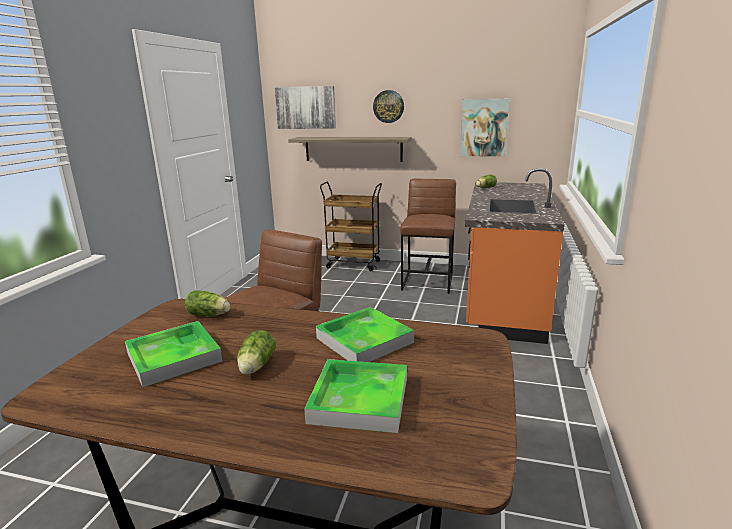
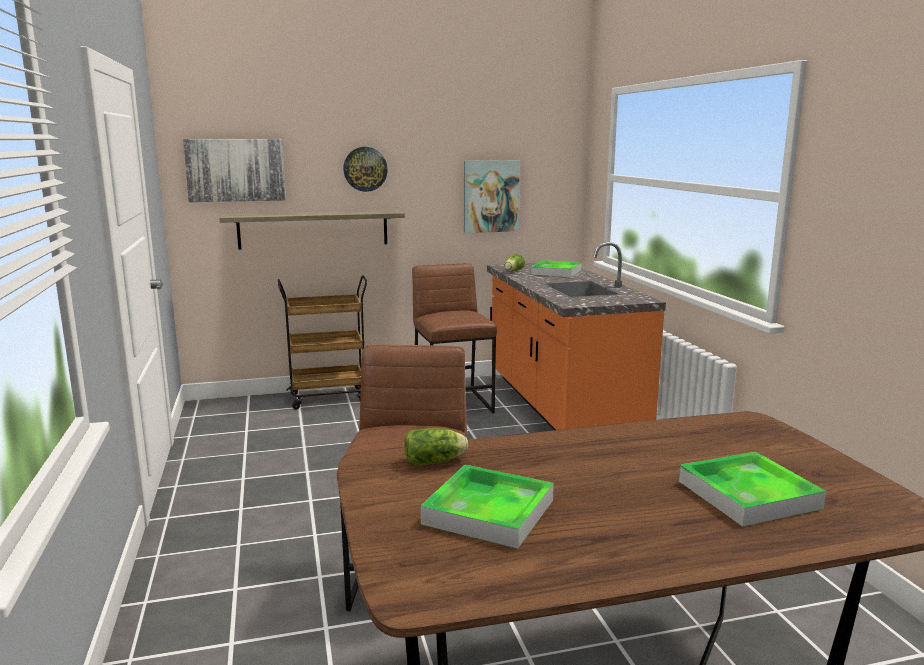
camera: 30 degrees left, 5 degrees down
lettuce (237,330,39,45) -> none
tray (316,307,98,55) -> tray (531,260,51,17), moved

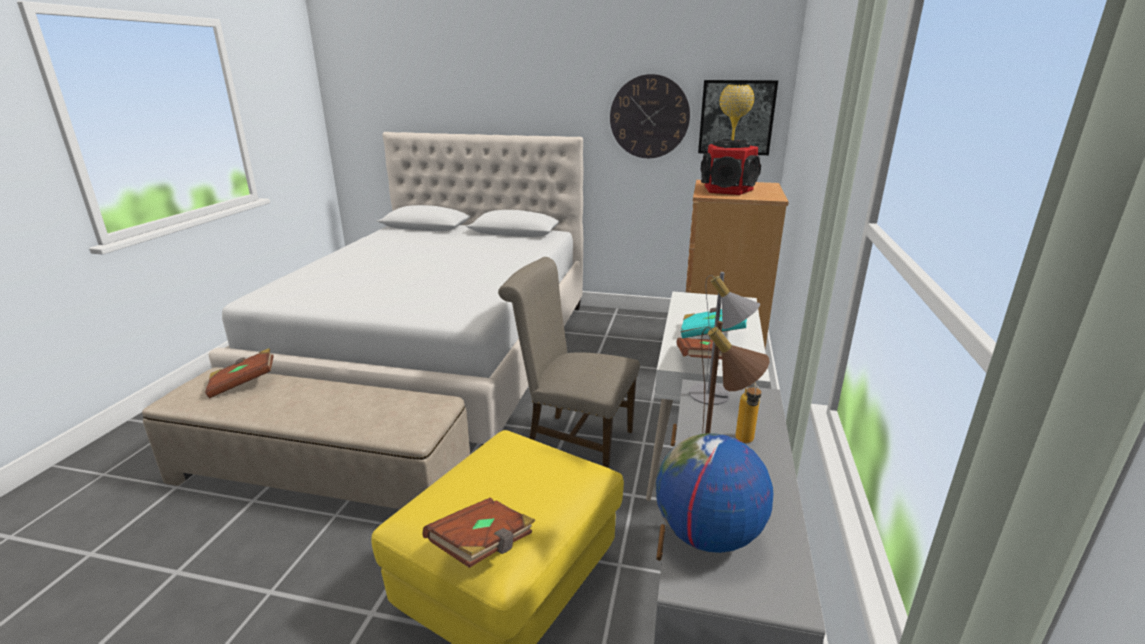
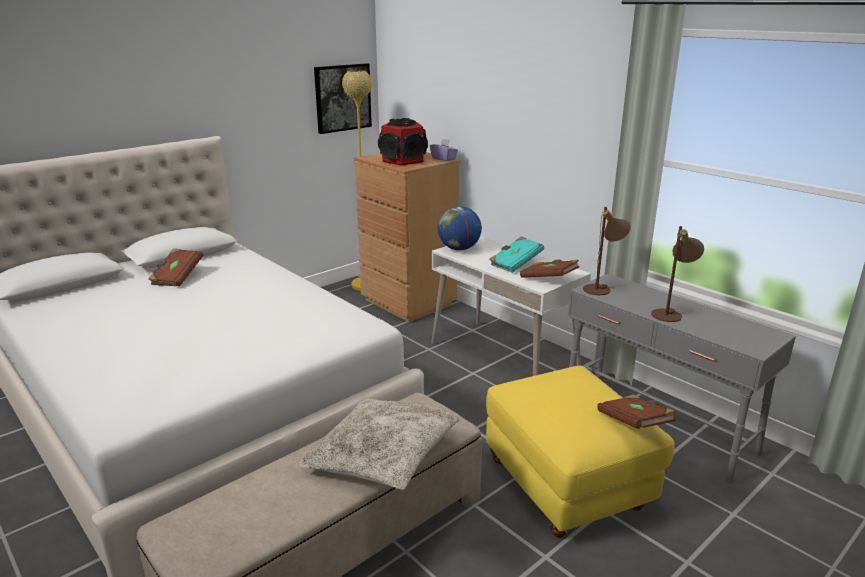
camera: 55 degrees left, 0 degrees up
book (brown) (205,348,69,50) -> book (brown) (148,248,55,39), moved
chair (beige) (498,257,142,211) -> none
wall clock (610,74,80,84) -> none
globe (656,433,117,120) -> globe (438,206,44,44), moved
table lamp (grey) (689,272,71,133) -> table lamp (brown) (583,207,48,88)
bottle (735,382,27,61) -> none
none -> pillow (beige) (300,399,160,91)
none -> tissue box (purple) (430,138,28,23)

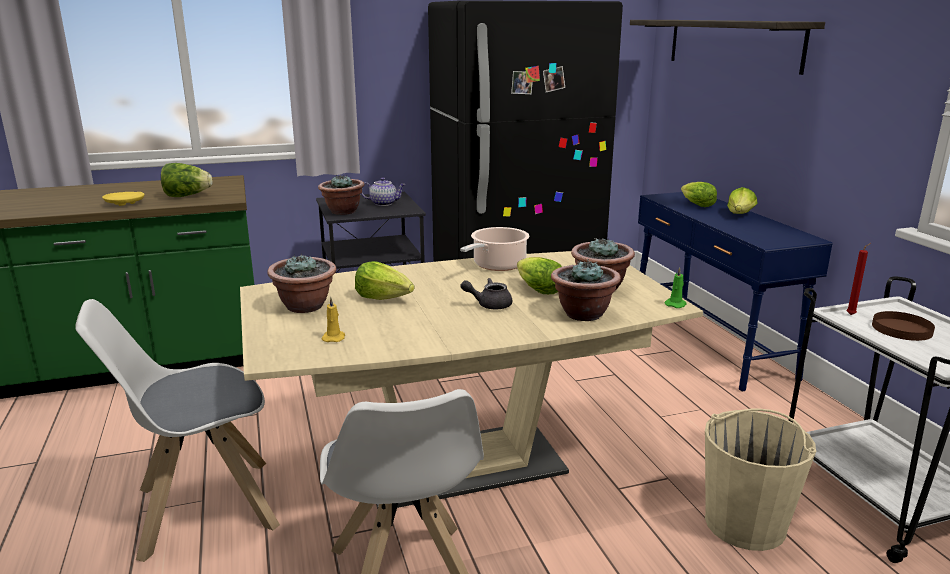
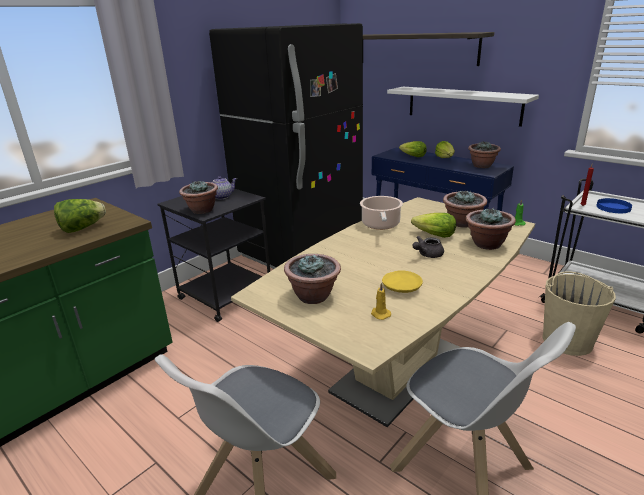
camera: 30 degrees left, 5 degrees up
plate (yellow) (102,192,42,14) -> plate (yellow) (382,270,41,23), moved
lettuce (355,261,60,39) -> none
plate (brown) (872,311,63,30) -> plate (blue) (596,198,36,15)
none -> shelf (white) (387,87,152,40)
none -> potted plant (468,142,33,26)

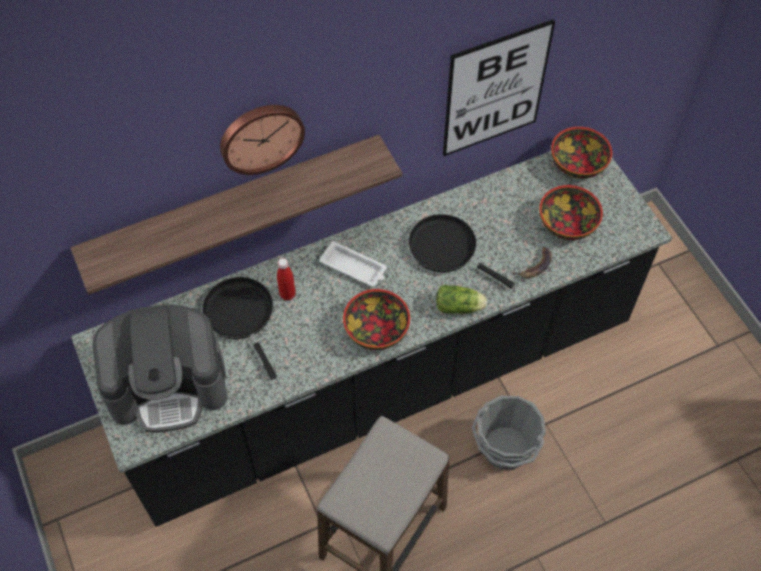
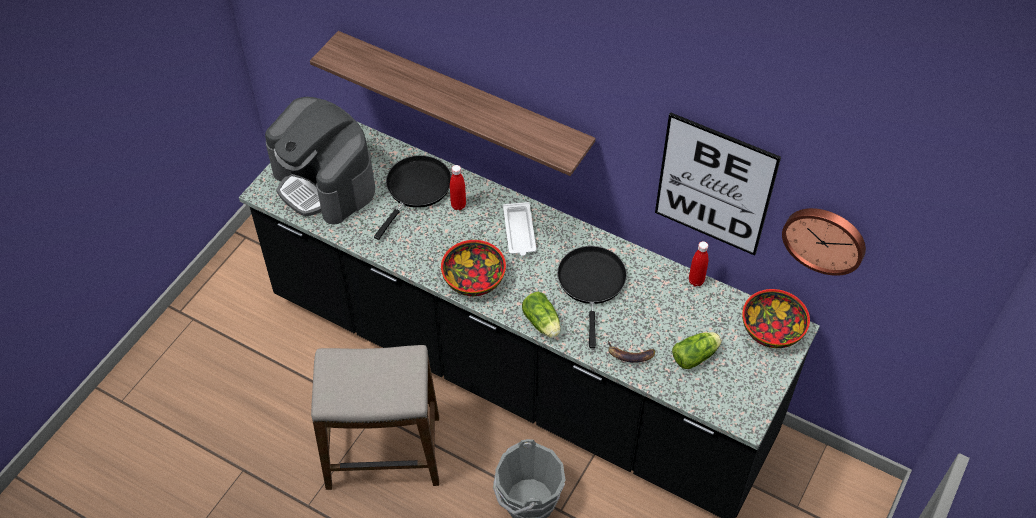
camera: 55 degrees right, 5 degrees down
wall clock (220,105,85,70) -> wall clock (782,208,84,68), moved
bowl (539,185,64,55) -> lettuce (672,332,50,37)
none -> bottle (red) (689,241,19,45)

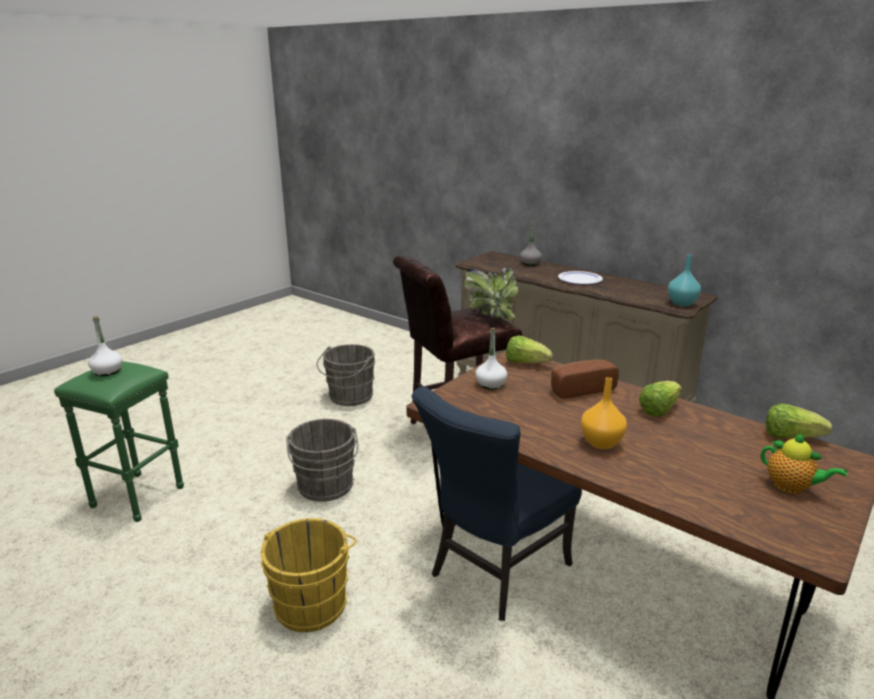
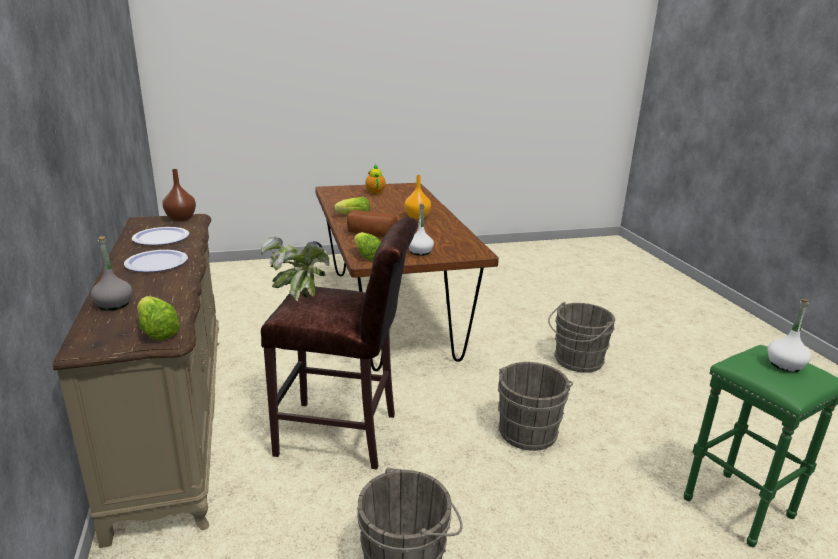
camera: 145 degrees left, 0 degrees up
bucket (yellow) (261,518,96,114) -> bucket (grey) (548,302,67,71)
chair (blue) (411,387,171,234) -> none
vase (turquoise) (668,254,33,52) -> vase (brown) (162,169,34,52)
lettuce (766,403,66,35) -> lettuce (137,296,43,44), moved
none -> plate (132,227,58,18)

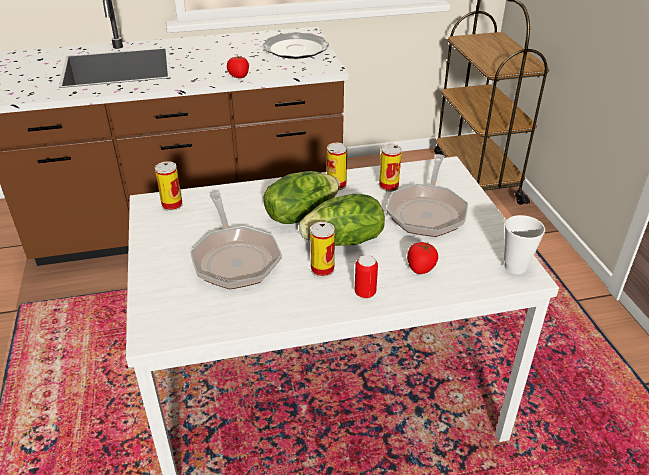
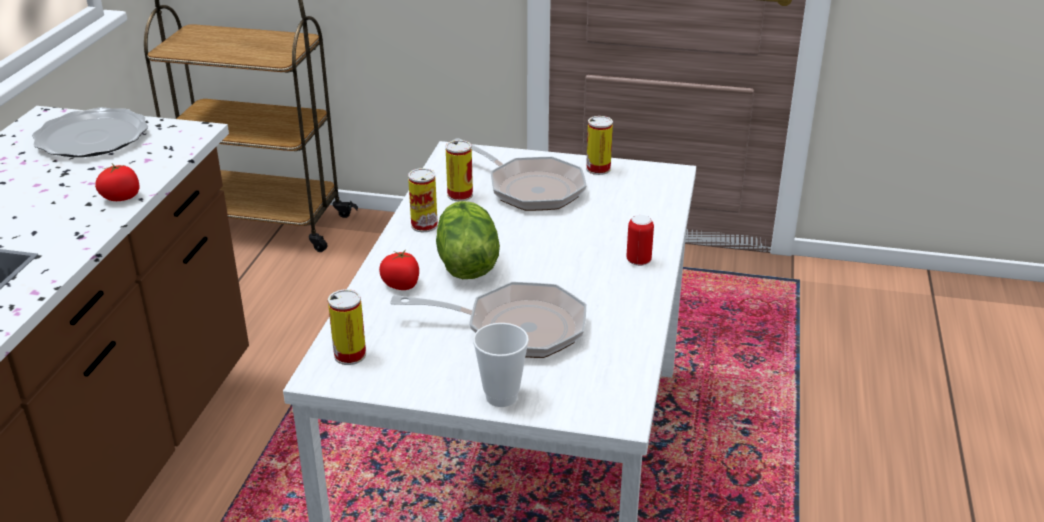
camera: 65 degrees left, 5 degrees down
lettuce (299,194,86,52) -> none
can (310,222,25,55) -> can (586,116,27,59), moved
tomato (407,242,31,32) -> tomato (379,251,40,39), moved
cup (504,215,41,59) -> cup (473,323,56,84), moved

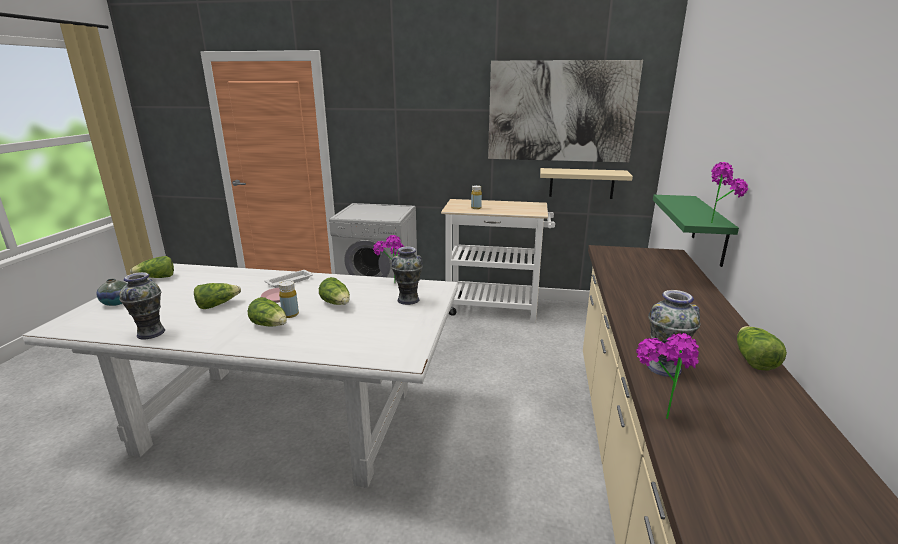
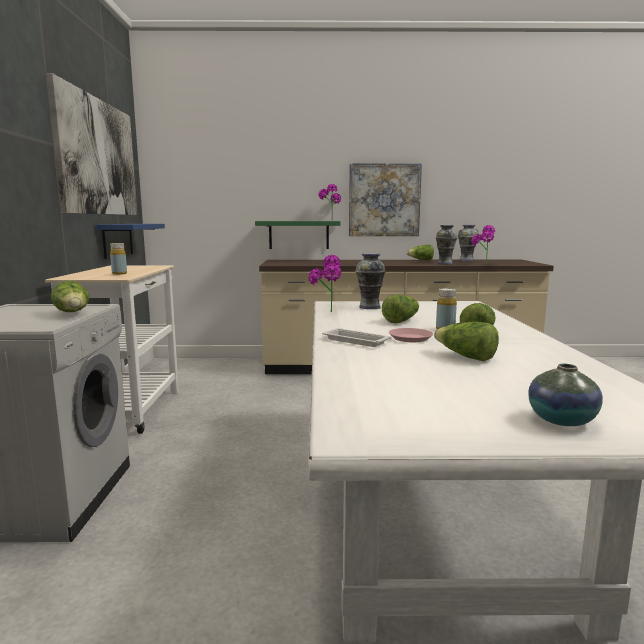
camera: 100 degrees left, 10 degrees down
vase (119,272,46,67) -> vase (458,225,21,36), moved
lettuce (130,256,44,22) -> lettuce (51,281,38,31), moved
shelf (beige) (540,168,93,31) -> shelf (blue) (96,224,69,35)
none -> picture (349,163,73,73)

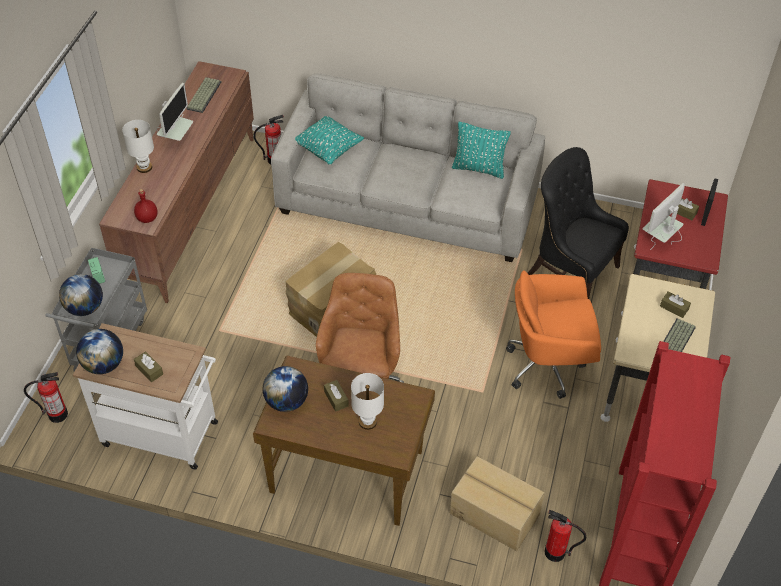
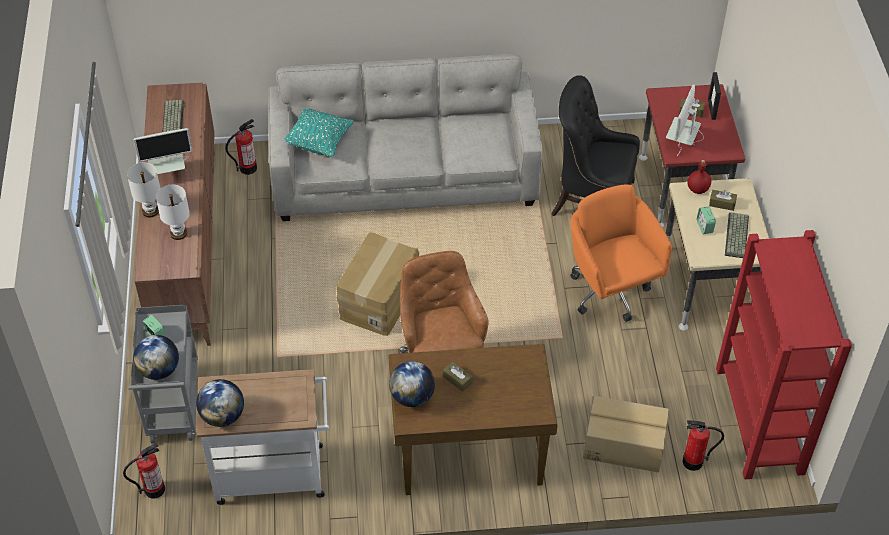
camera: 20 degrees left, 0 degrees up
bottle (red) (134,189,23,34) -> bottle (red) (687,160,24,34), moved
tissue box (brown) (134,351,29,31) -> none
monitor (157,83,36,58) -> monitor (134,128,59,46), 75 degrees clockwise
table lamp (white) (351,373,33,57) -> table lamp (white) (156,184,34,56), moved
pillow (turquoise) (452,122,59,57) -> none
office chair (orange) (506,270,95,129) -> office chair (orange) (570,184,102,138), 90 degrees clockwise
none -> alarm clock (697,207,19,27)

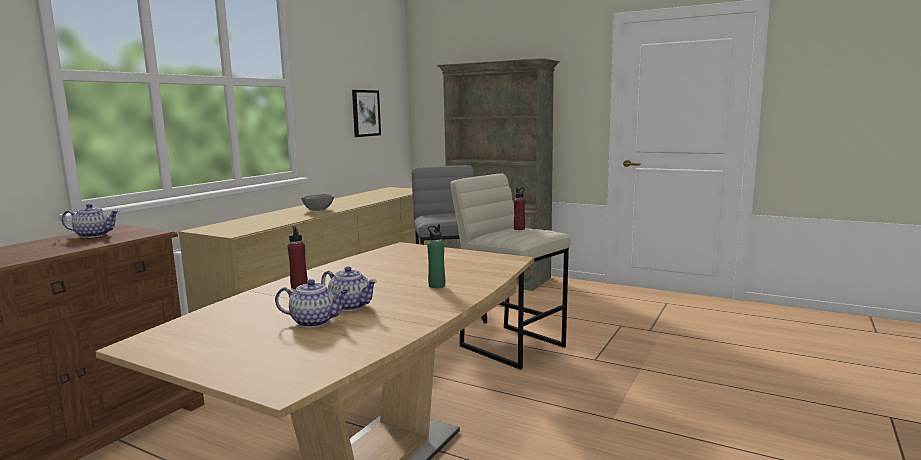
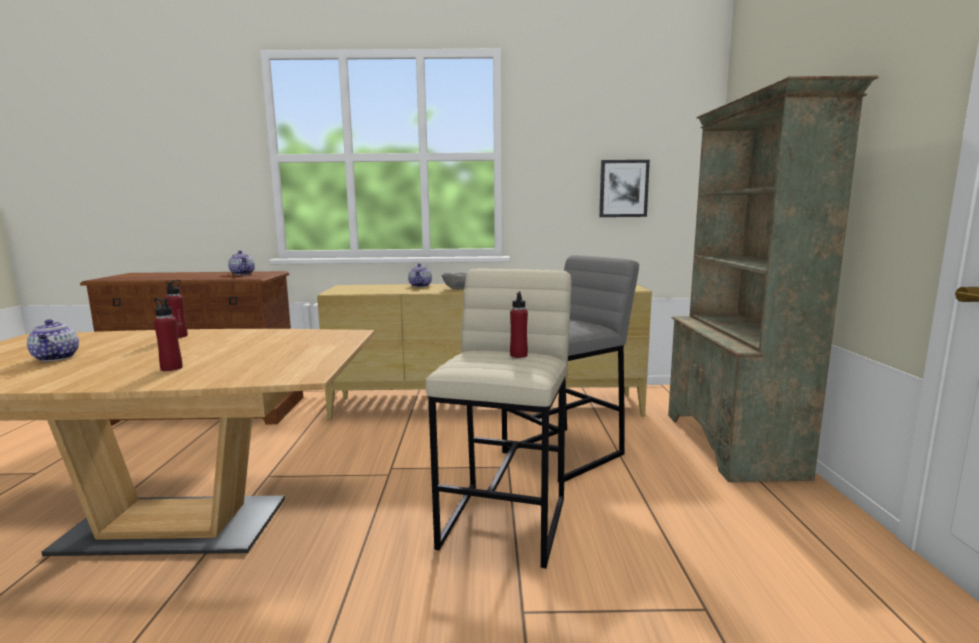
camera: 60 degrees right, 0 degrees up
teapot (321,266,56,45) -> teapot (408,263,24,24), moved
bottle (green) (427,224,18,64) -> bottle (red) (154,298,29,73)

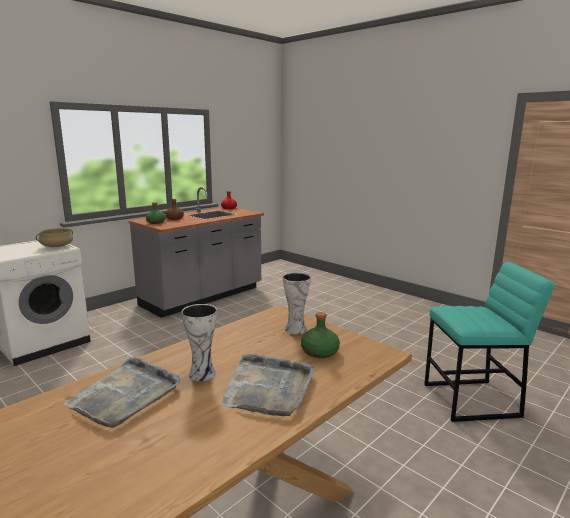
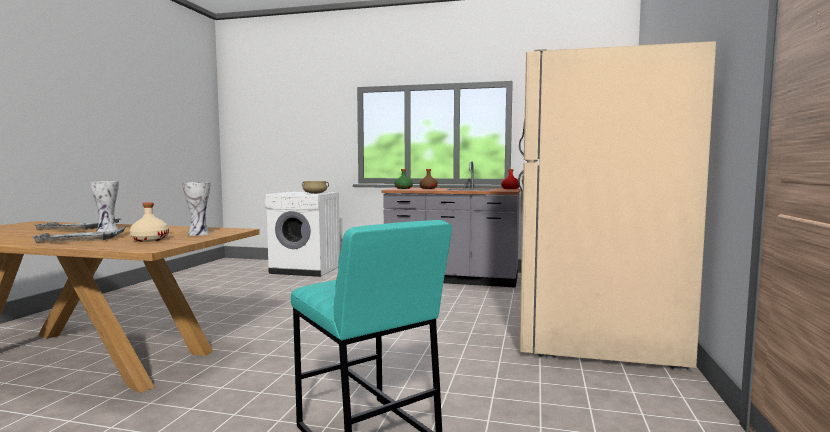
camera: 60 degrees right, 10 degrees down
bottle (green) (301,312,39,46) -> bottle (beige) (130,202,39,40)
none -> fridge (beige) (518,41,198,329)

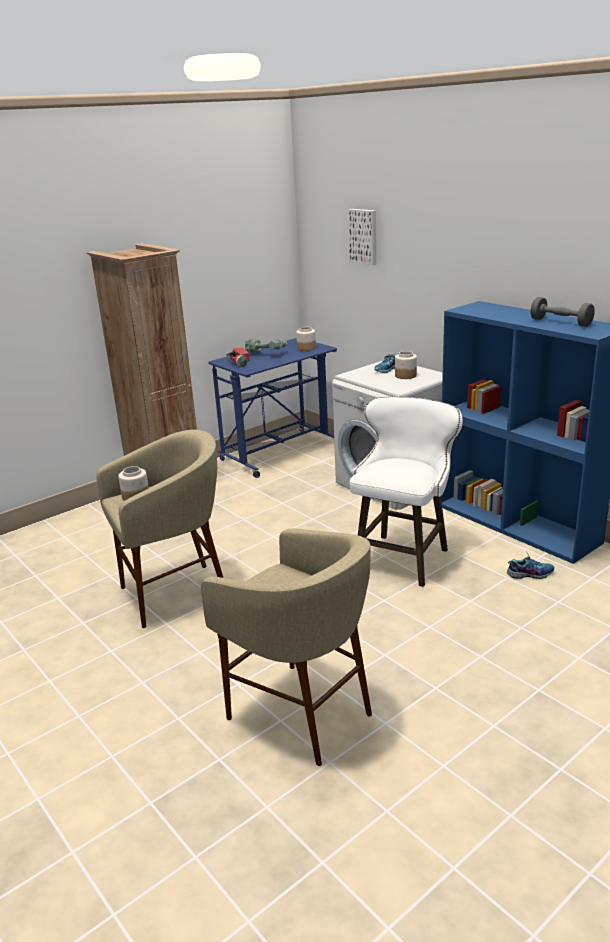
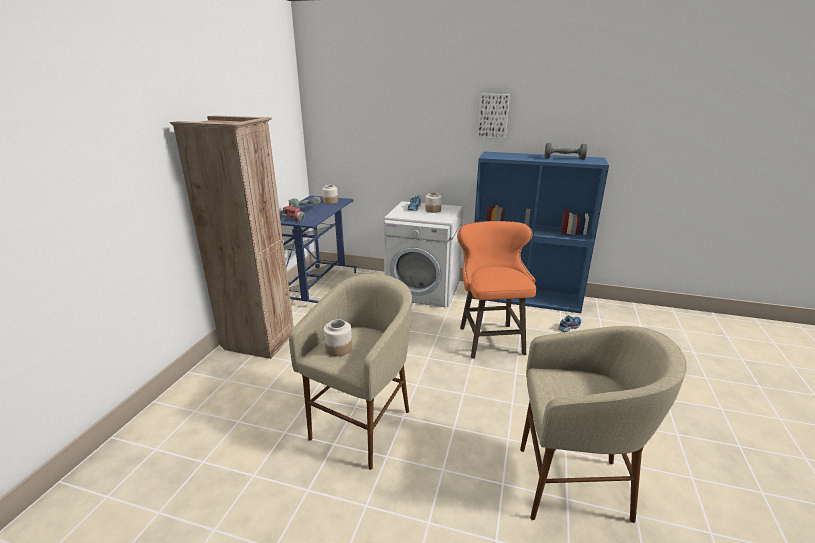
camera: 35 degrees left, 0 degrees up
picture (348,209,28,56) -> picture (478,94,32,45), moved
stool (white) (350,396,113,191) -> stool (orange) (457,221,79,137)

